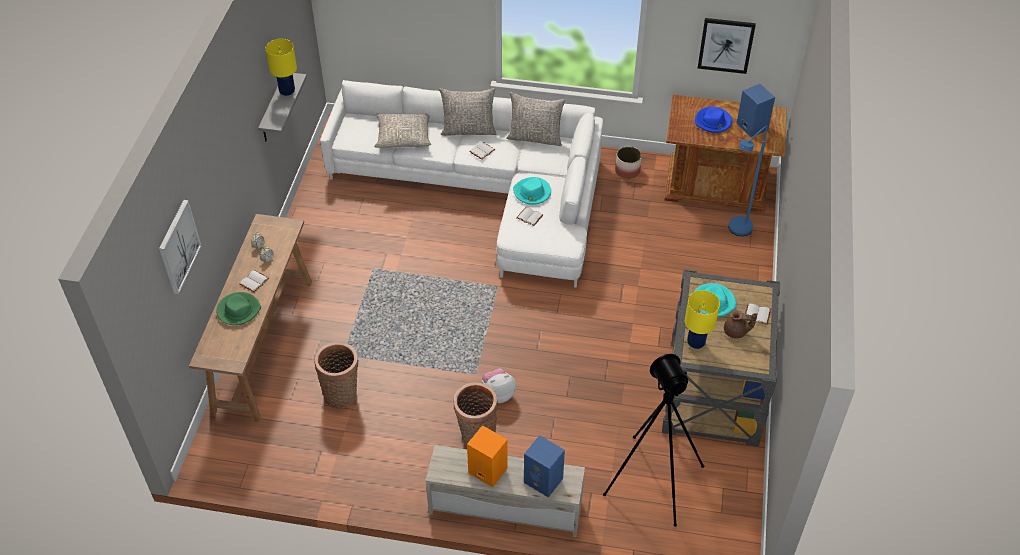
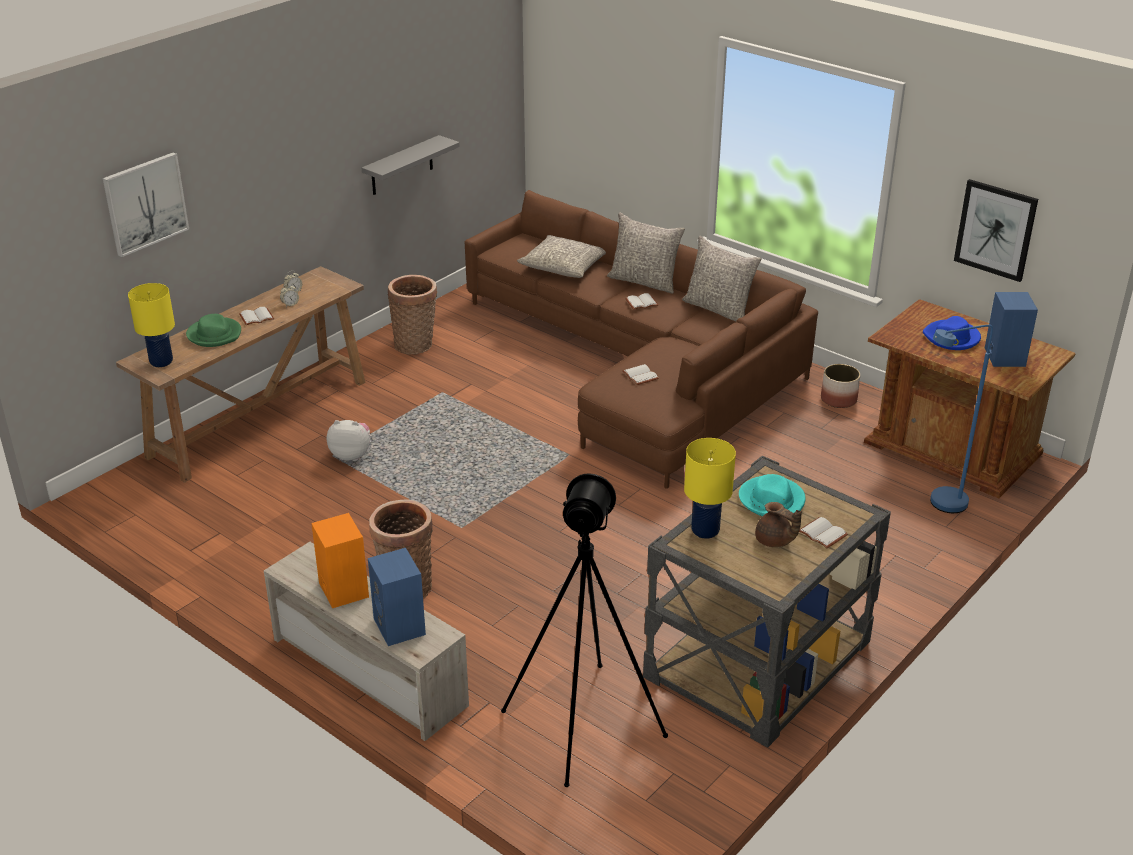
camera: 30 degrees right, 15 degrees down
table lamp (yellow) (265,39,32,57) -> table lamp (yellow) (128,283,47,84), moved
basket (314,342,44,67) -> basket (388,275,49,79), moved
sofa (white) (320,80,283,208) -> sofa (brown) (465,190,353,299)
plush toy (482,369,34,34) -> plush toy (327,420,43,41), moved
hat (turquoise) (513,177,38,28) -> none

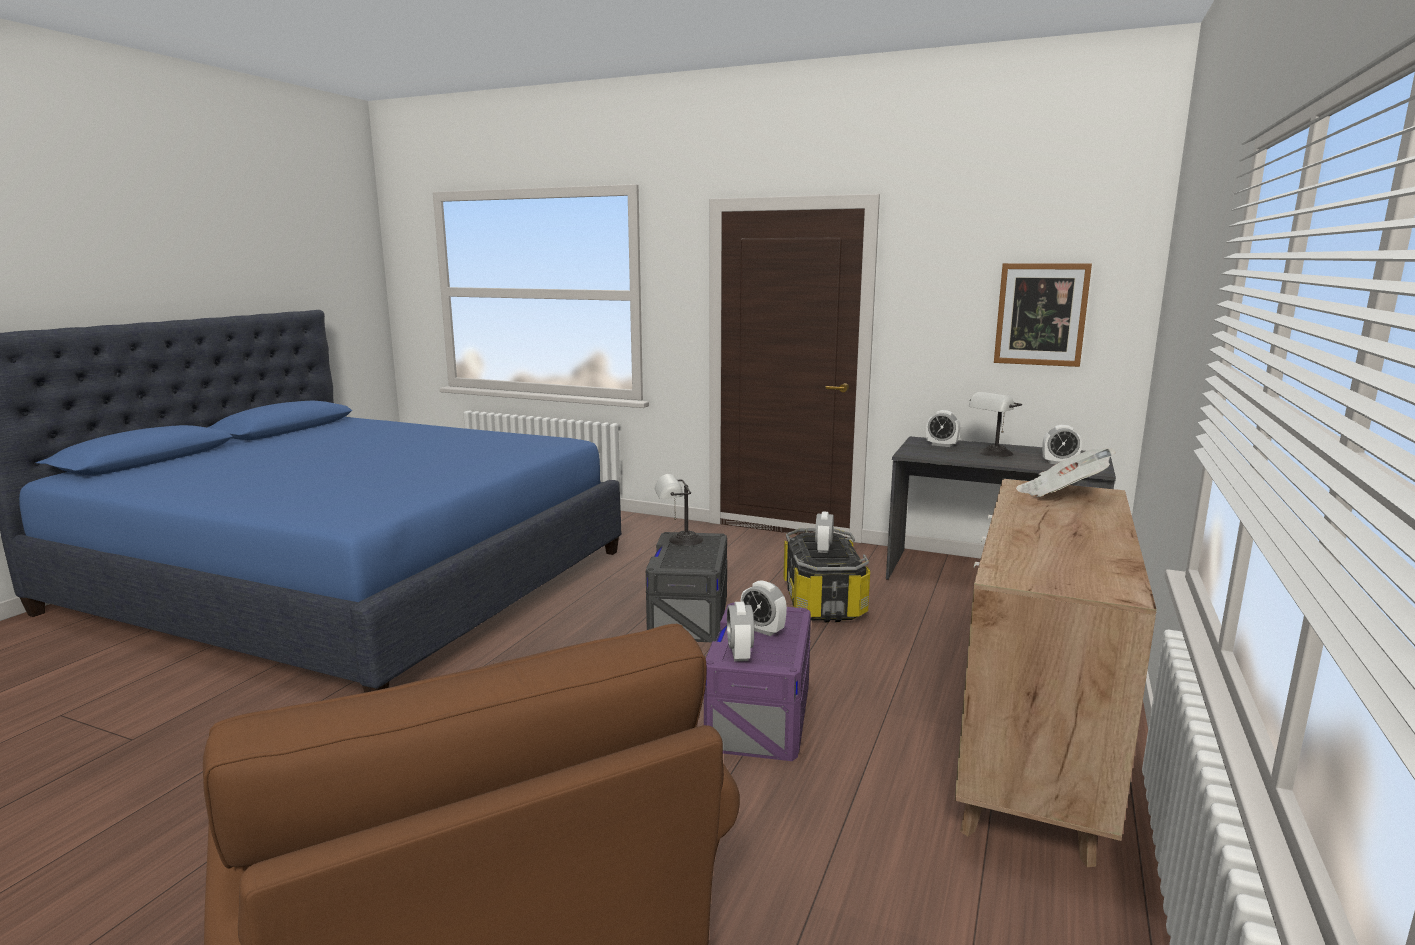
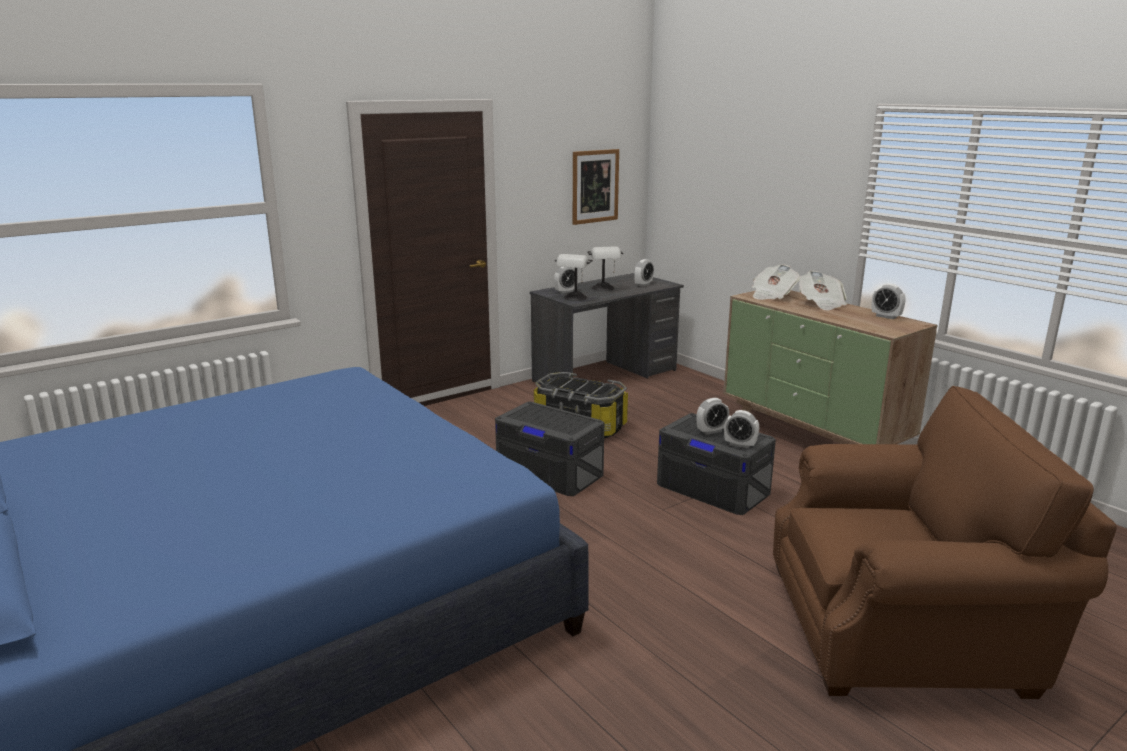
camera: 60 degrees left, 5 degrees up
table lamp (655,474,49,72) -> table lamp (555,254,38,47), moved
storage box (purple) (704,603,107,158) -> storage box (grey) (657,413,119,102)
alarm clock (815,511,19,42) -> alarm clock (872,284,34,35), moved
none -> newspaper (799,271,48,40)

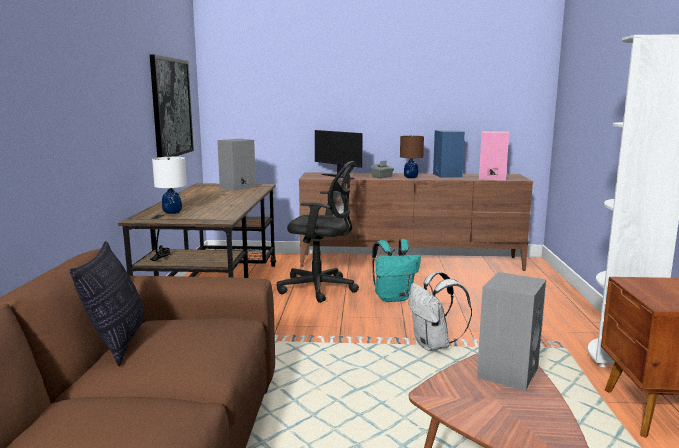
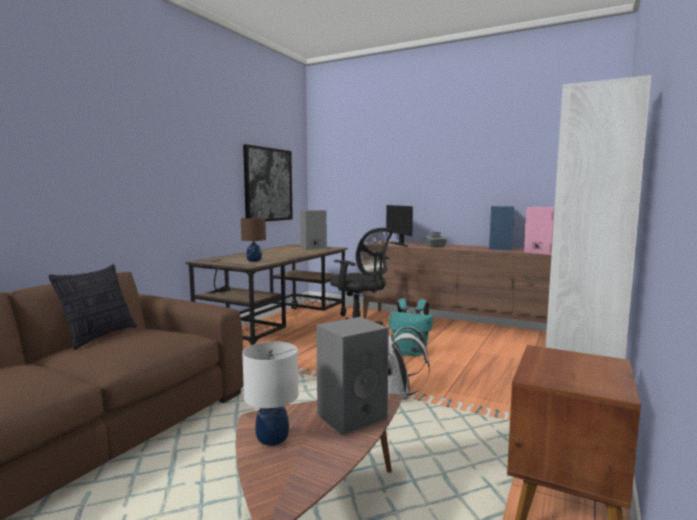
camera: 25 degrees right, 5 degrees down
table lamp (white) (152,157,35,57) -> table lamp (white) (242,342,56,104), moved
table lamp (brown) (400,136,24,42) -> table lamp (brown) (241,218,25,44), moved

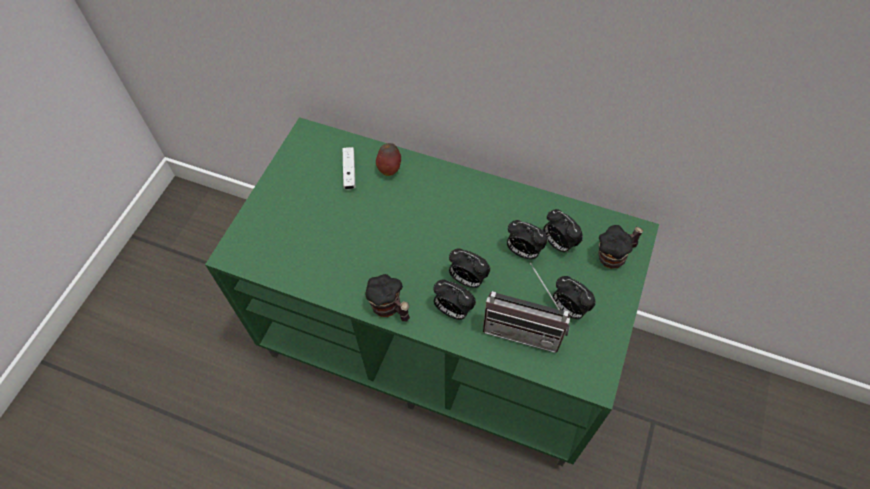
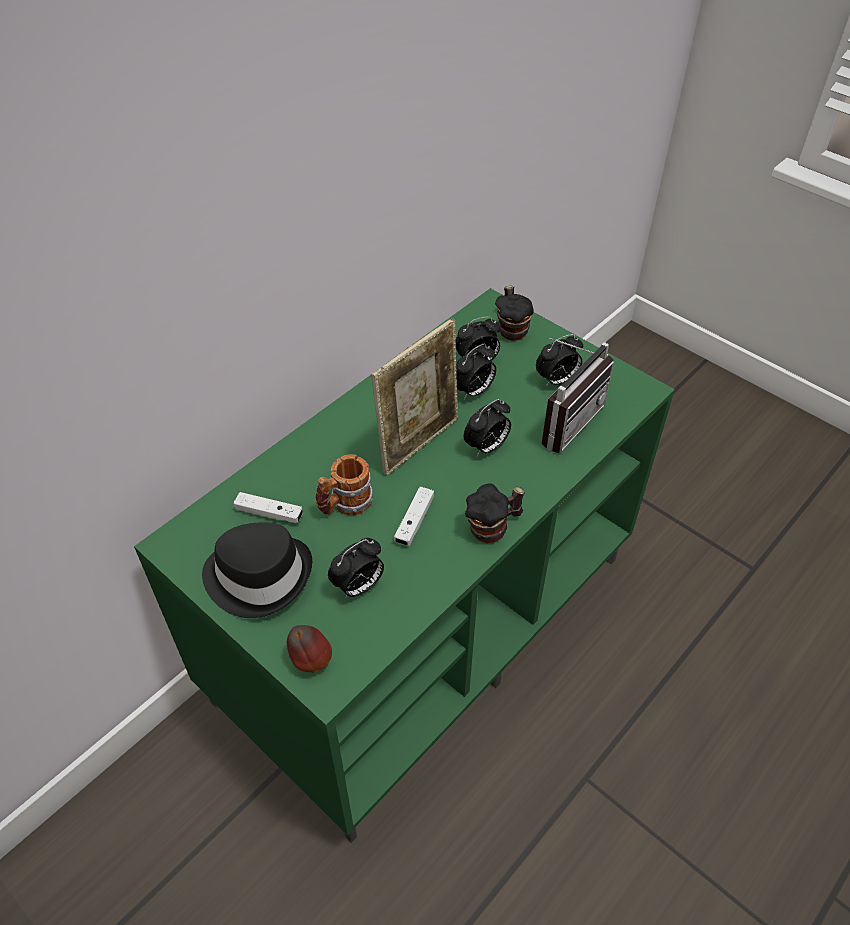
camera: 70 degrees left, 10 degrees down
apple (376,143,25,33) -> apple (287,625,45,48), moved
alarm clock (433,279,43,41) -> alarm clock (328,538,56,60), moved
none -> hat (black) (202,522,110,96)
none -> mug (316,454,57,61)
none -> picture frame (371,318,87,158)
none -> game controller (white) (394,487,40,59)

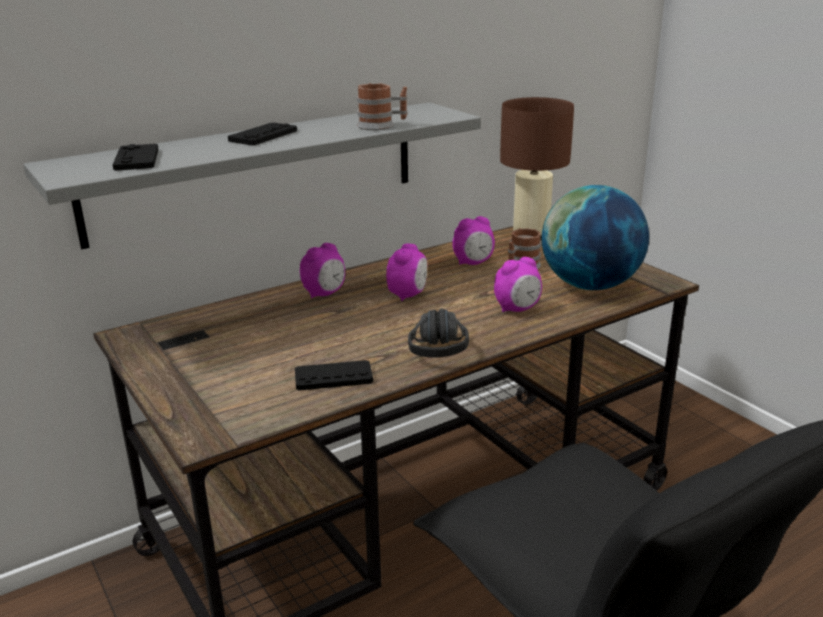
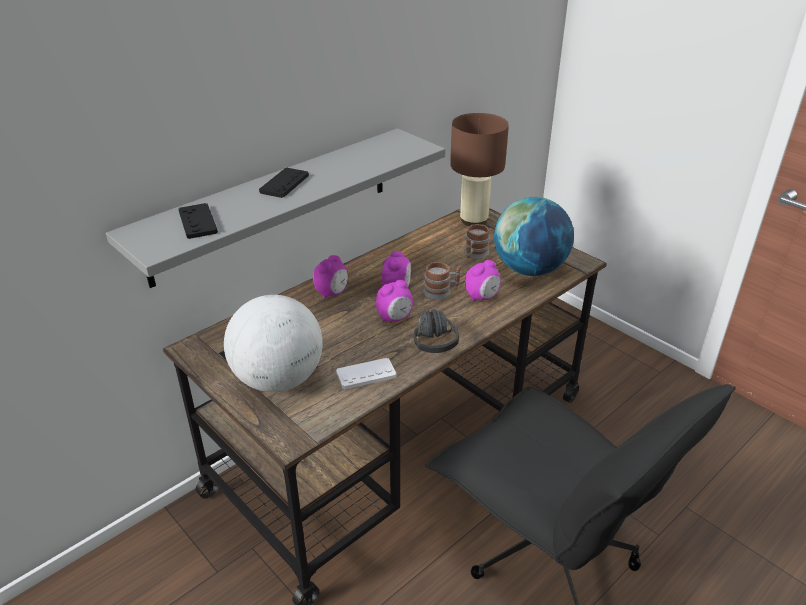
camera: 10 degrees left, 10 degrees up
game controller (black) (295,360,78,31) -> game controller (white) (336,358,61,32)
mug (357,83,50,47) -> mug (423,262,38,38), moved
alarm clock (452,216,43,49) -> alarm clock (376,280,37,42), moved
none -> globe (224,295,99,97)

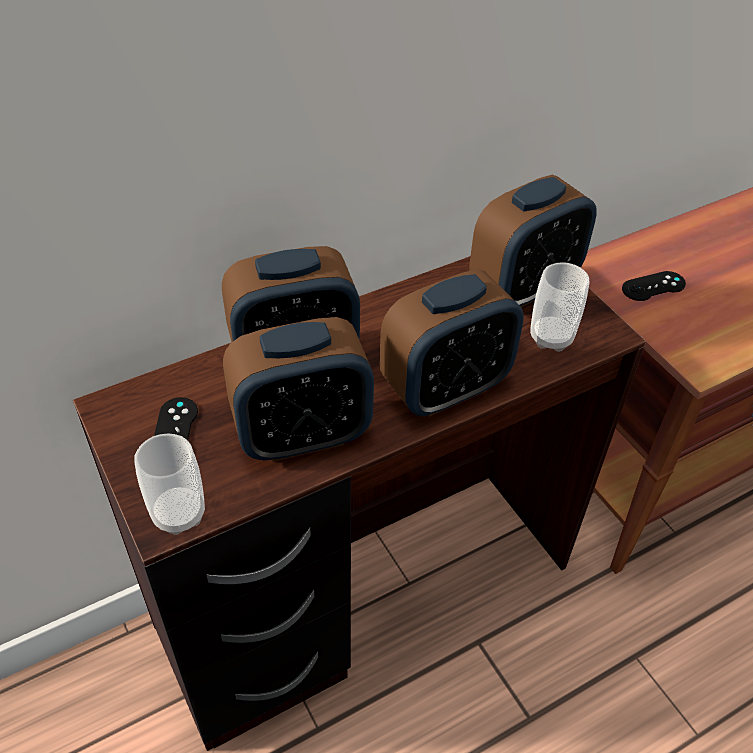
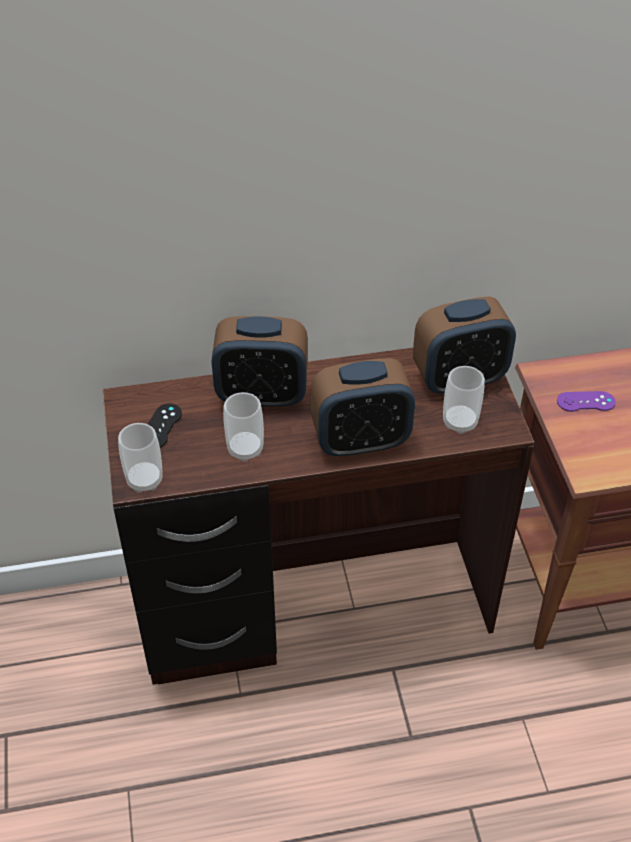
camera: 20 degrees right, 0 degrees up
alarm clock (223,317,151,145) -> cup (223,392,41,70)
game controller (black) (622,271,64,30) -> game controller (purple) (557,391,59,21)

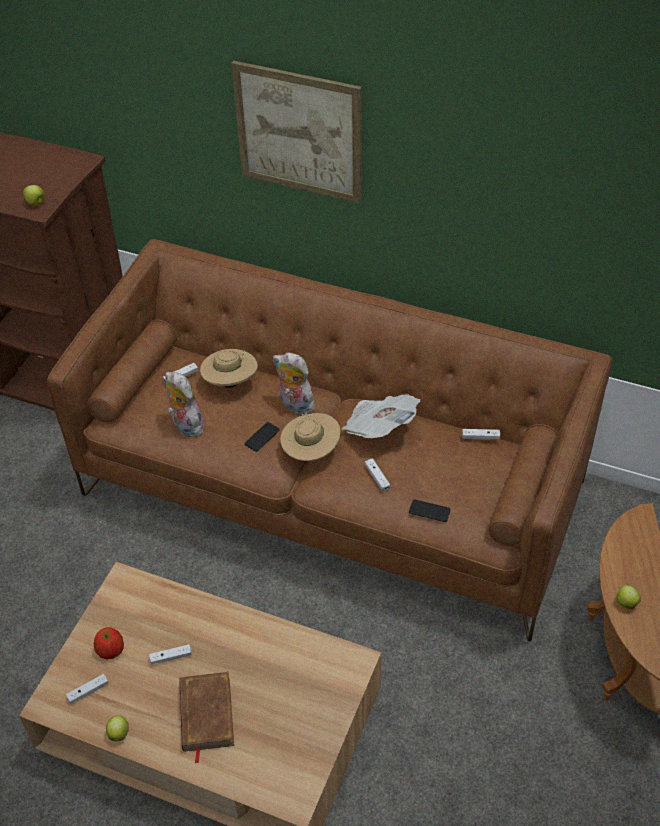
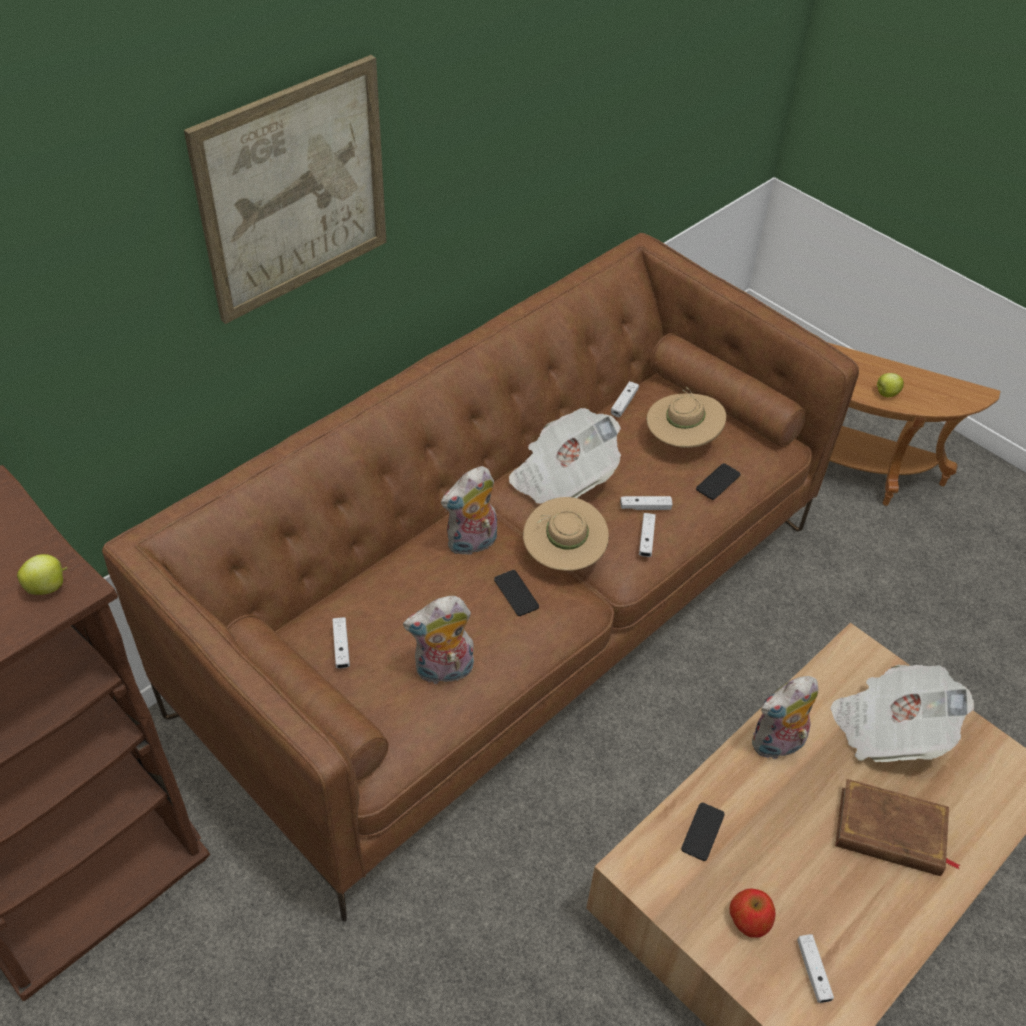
camera: 70 degrees left, 0 degrees up
apple (106,716,23,25) -> none
game controller (white) (149,644,43,21) -> game controller (white) (639,513,17,44), moved
hat (beige) (200,349,58,39) -> hat (beige) (646,387,80,61), moved
none -> phone (681,803,44,58)
none -> plush toy (752,676,66,83)
none -> newspaper (830,665,144,97)

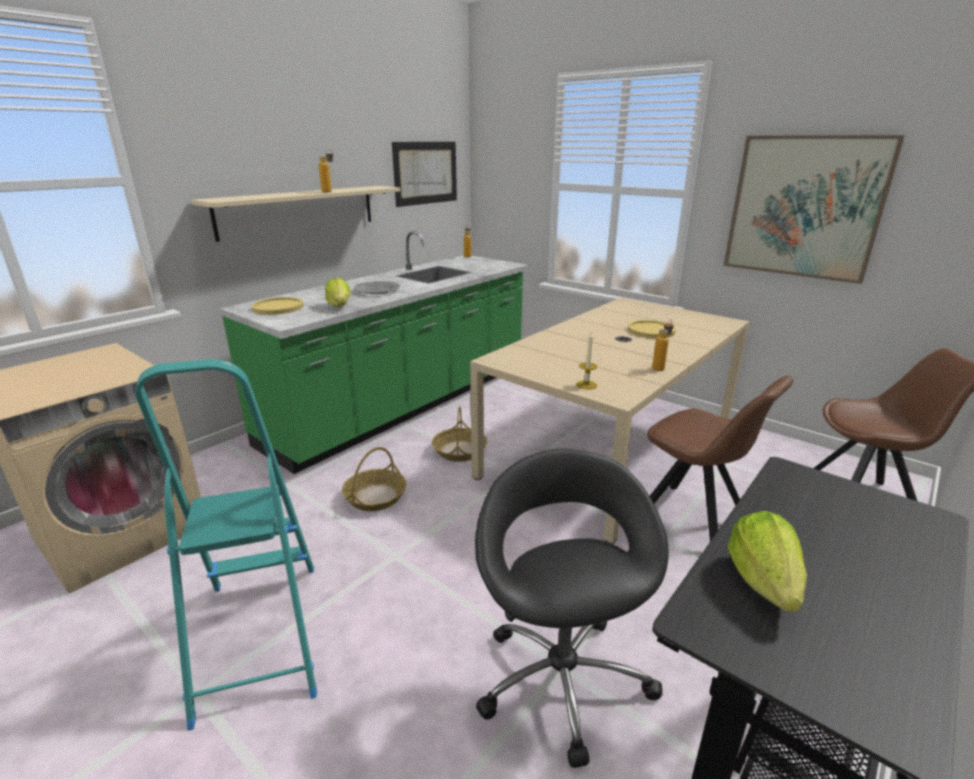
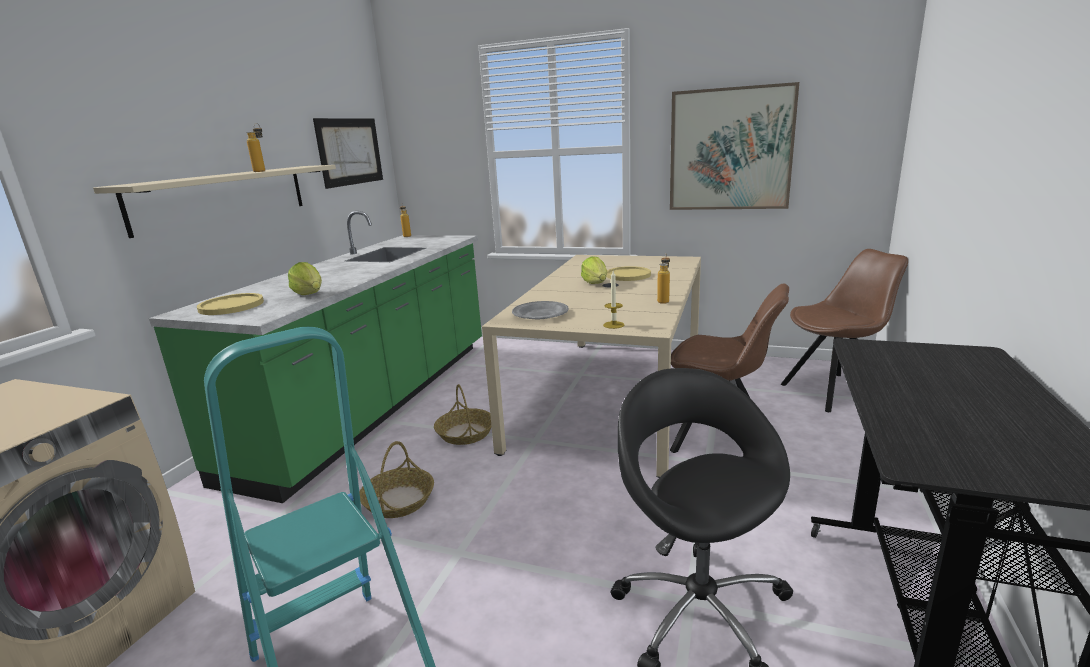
camera: 20 degrees left, 5 degrees down
plate (grey) (354,281,46,13) -> plate (grey) (512,301,57,18), moved
lettuce (728,511,79,101) -> lettuce (581,256,26,28), moved

